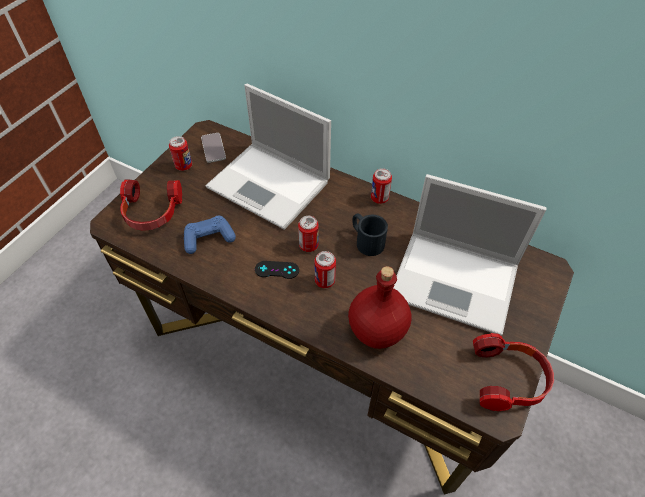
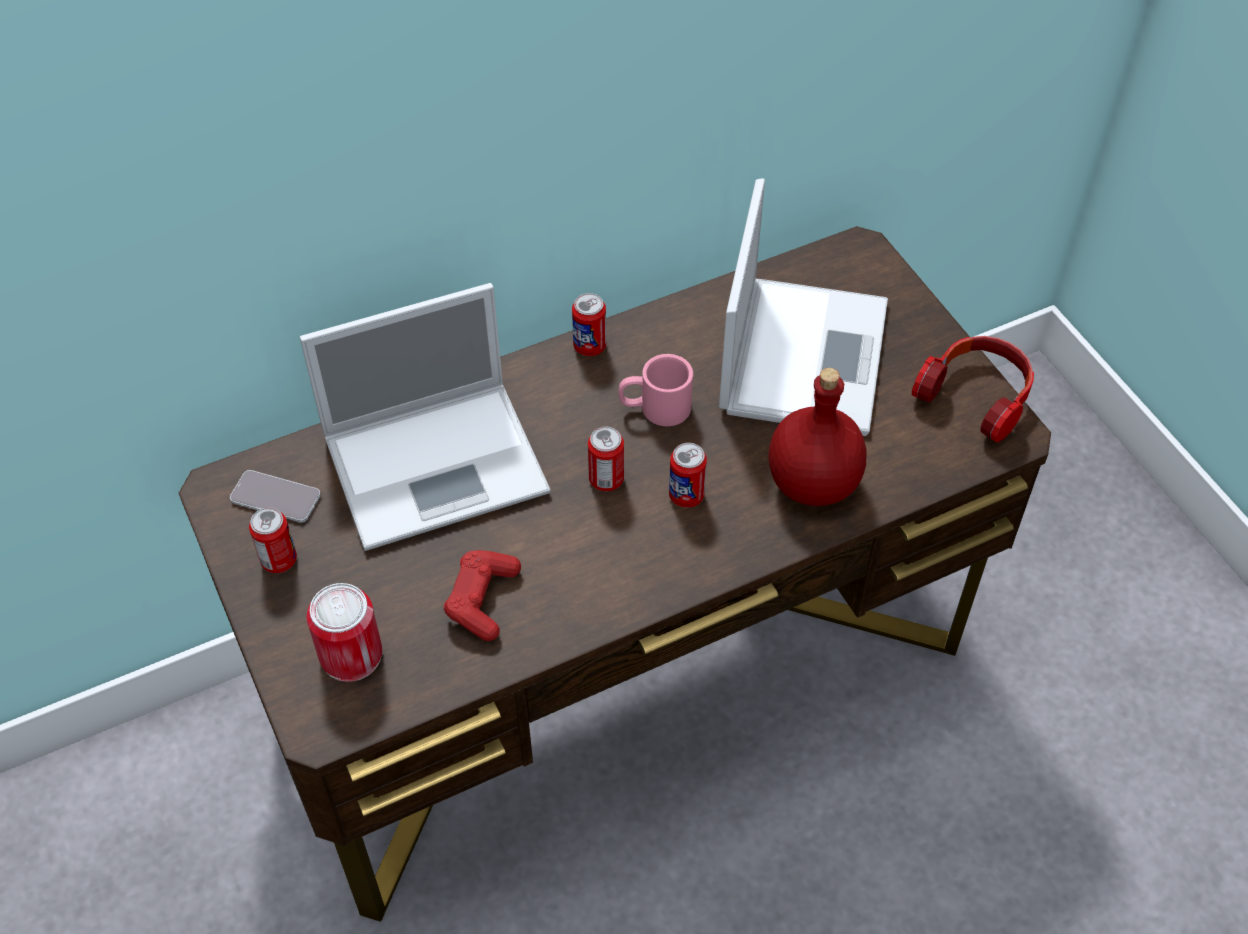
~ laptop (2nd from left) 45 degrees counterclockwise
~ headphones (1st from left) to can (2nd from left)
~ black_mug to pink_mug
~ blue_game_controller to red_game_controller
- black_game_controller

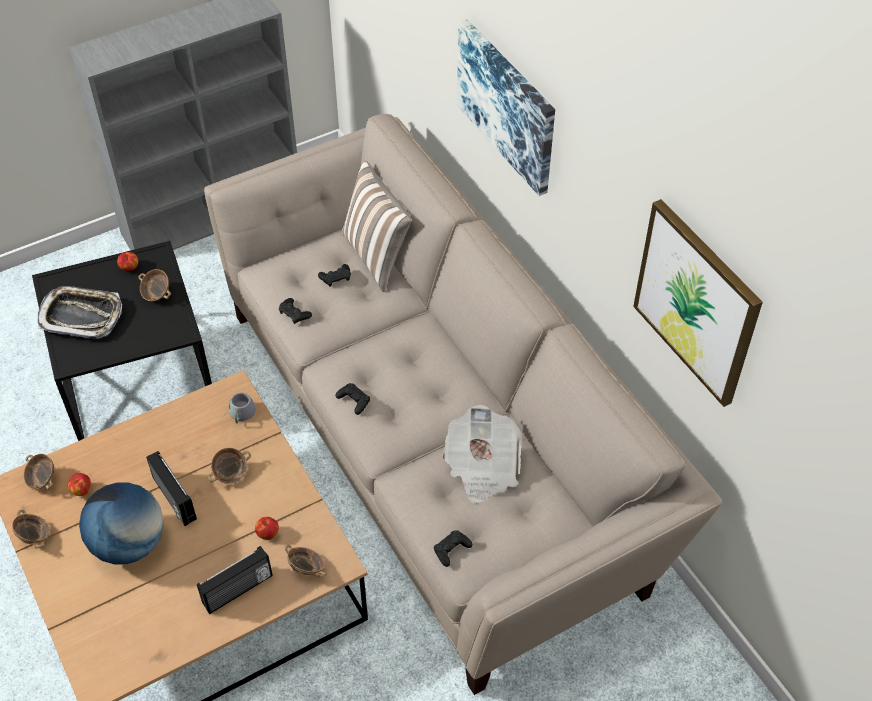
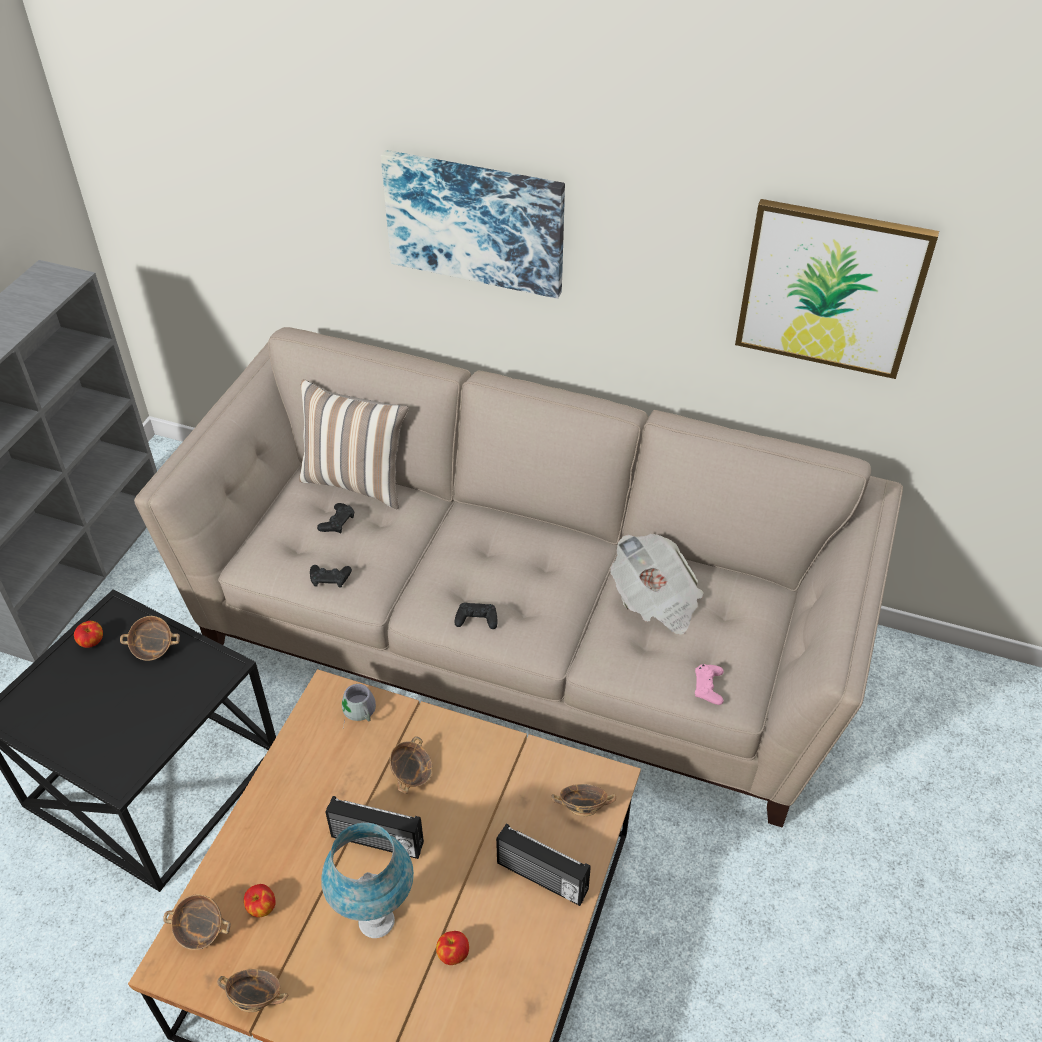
- tray
~ globe to blue_table_lamp
~ apple (3rd from left)
~ black_game_controller (4th from left) to pink_game_controller
~ radio (2nd from left) 105 degrees clockwise

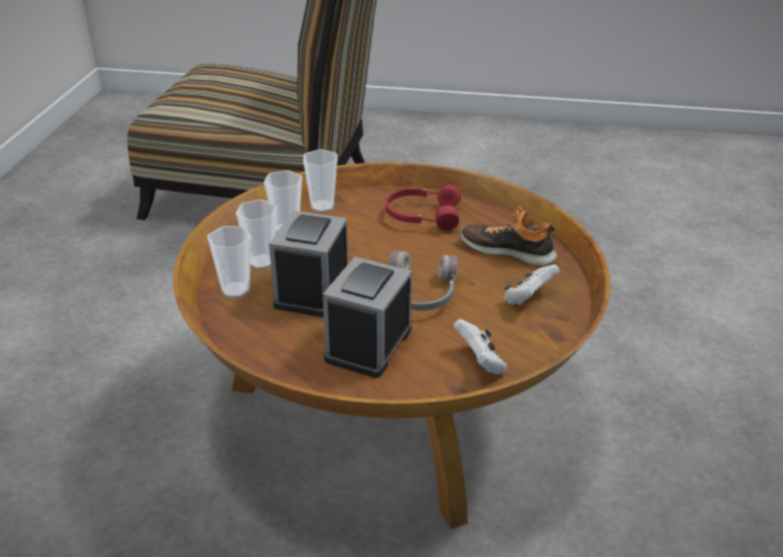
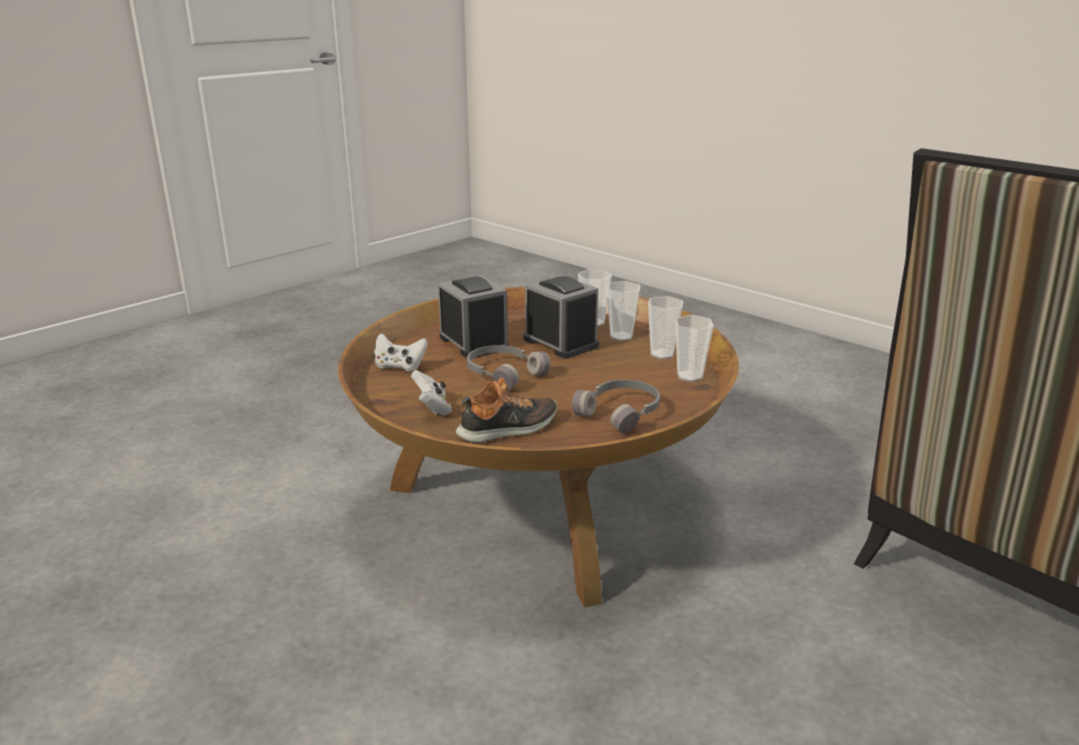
~ red_headphones to grey_headphones (2nd from left)

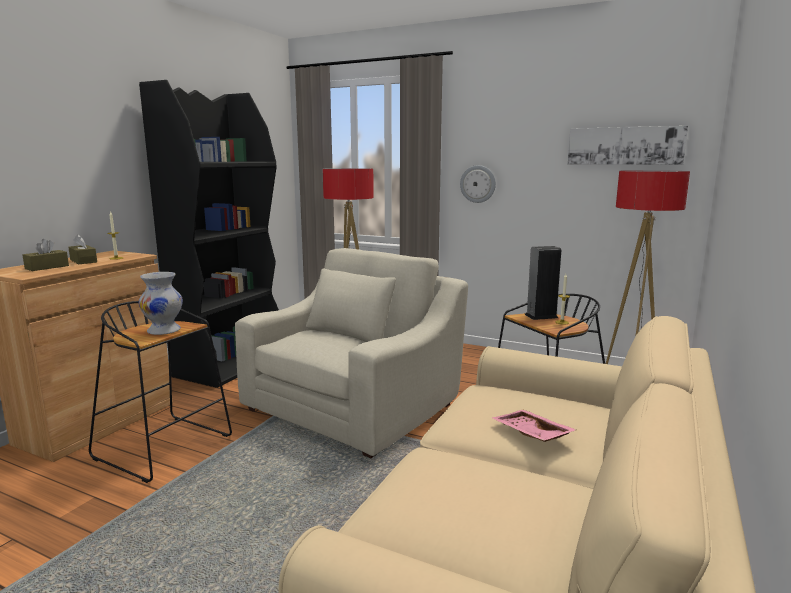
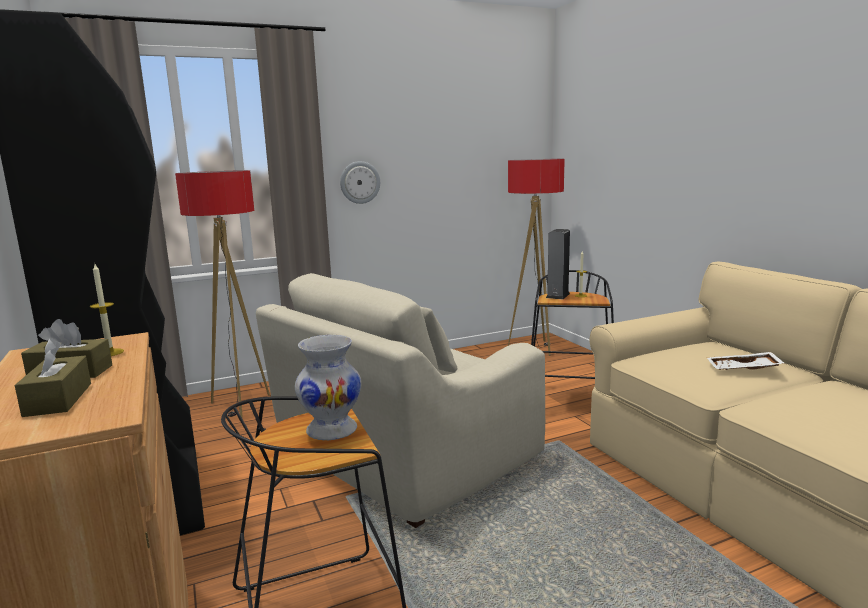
- picture
~ beige_armchair 120 degrees counterclockwise
~ pink_tray to white_tray

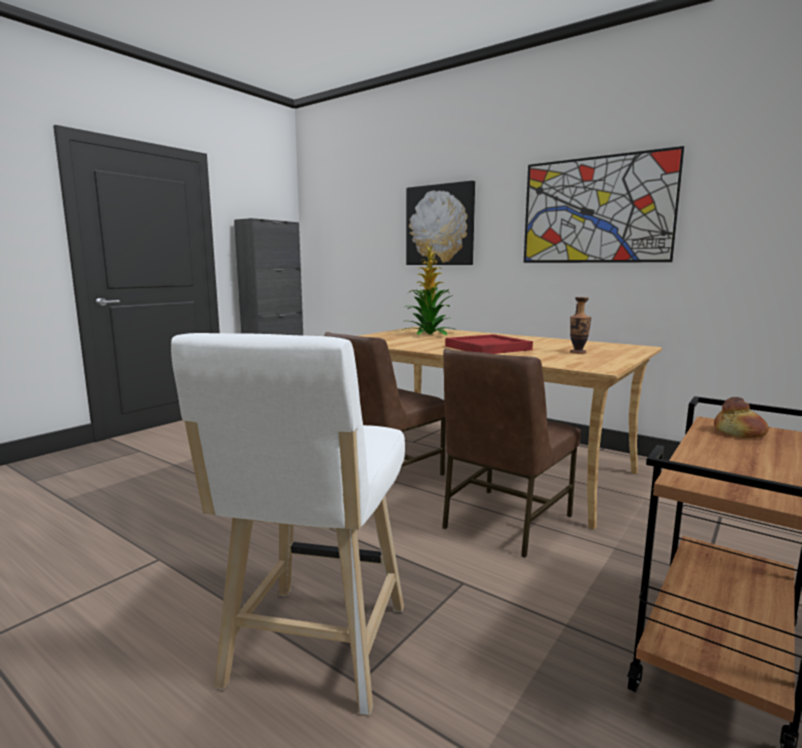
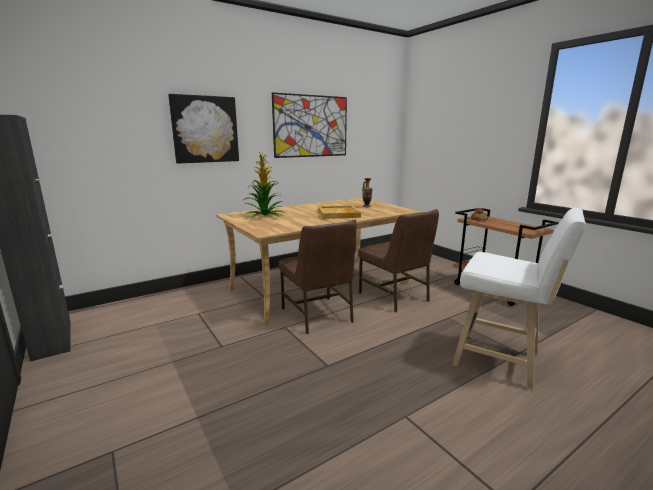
~ red_tray to beige_tray

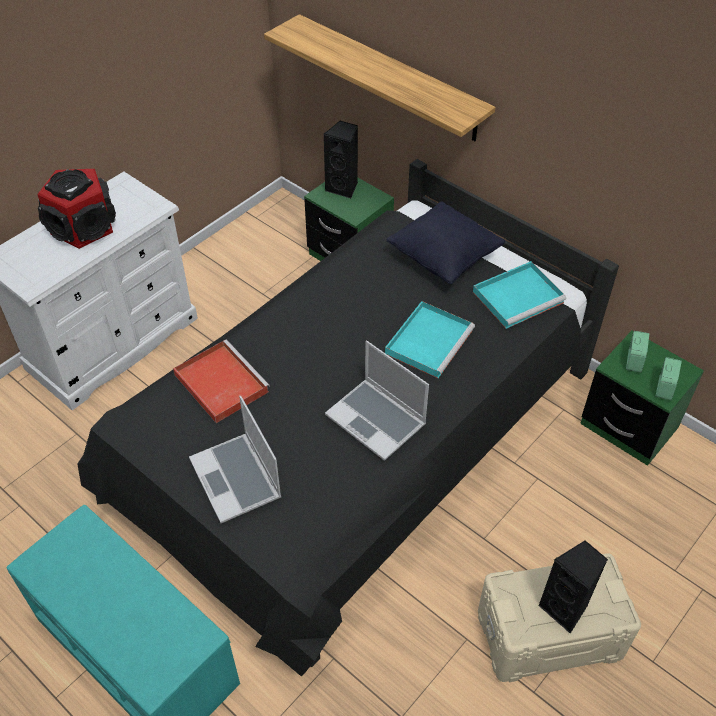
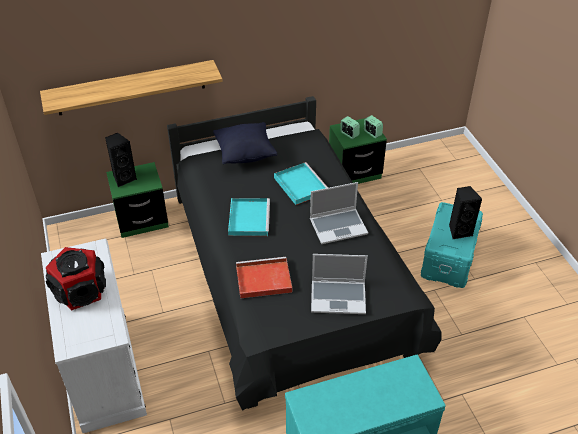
~ turquoise_tray (2nd from left in the first image) to turquoise_tray (1st from left)
~ beige_storage_box to turquoise_storage_box

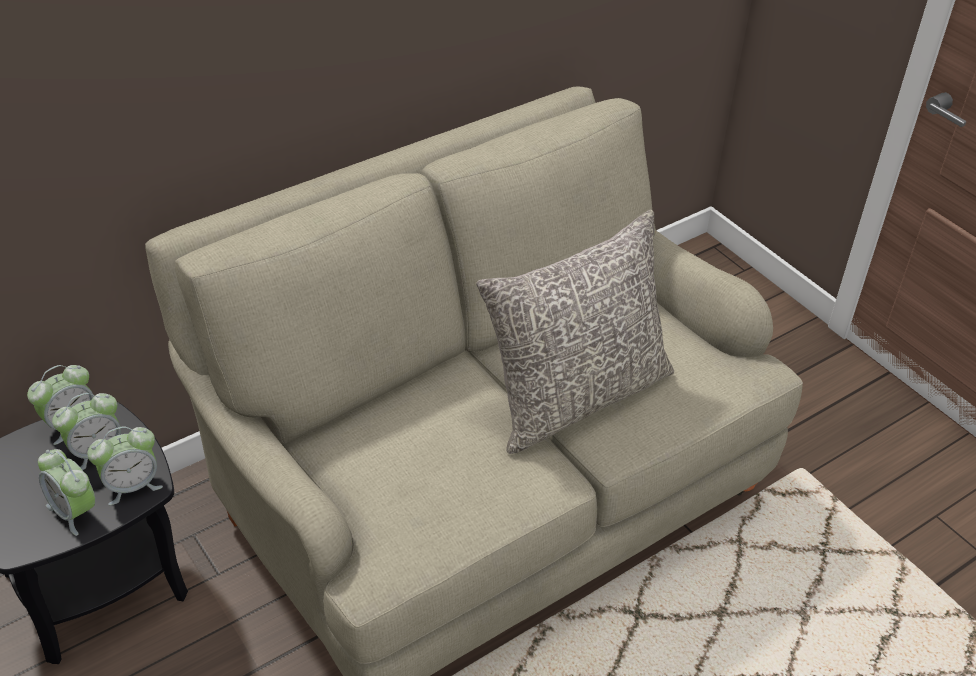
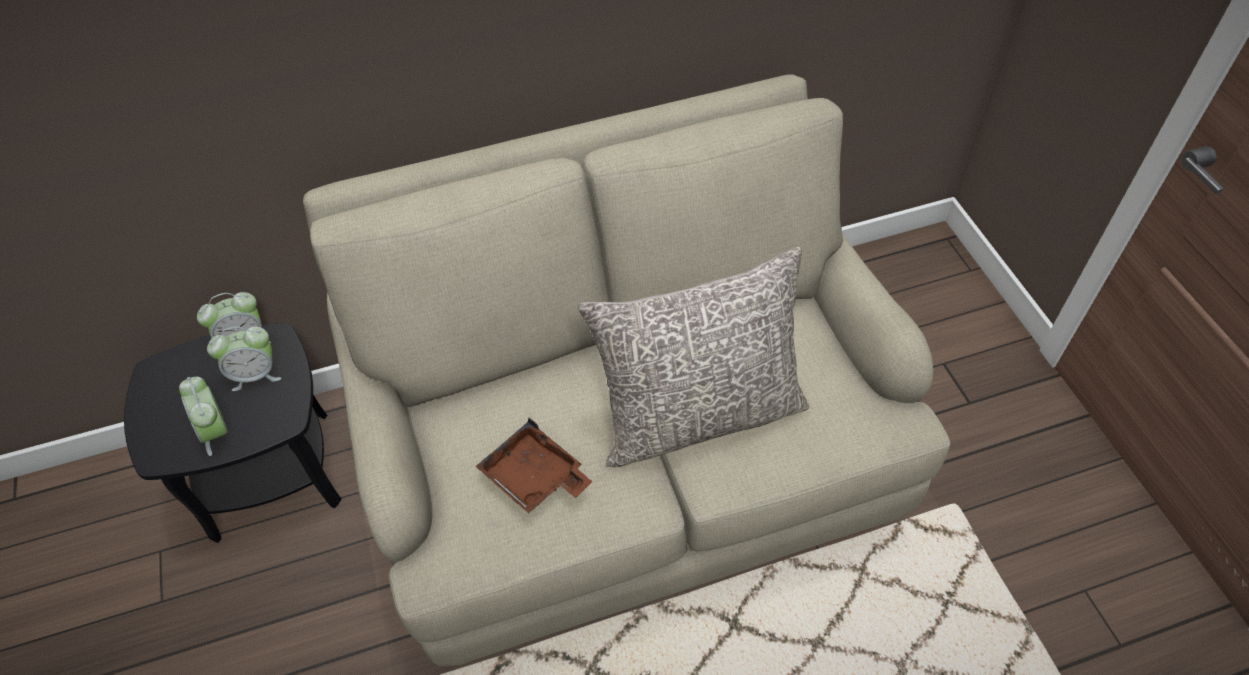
- alarm_clock (4th from left)
+ brown_tray

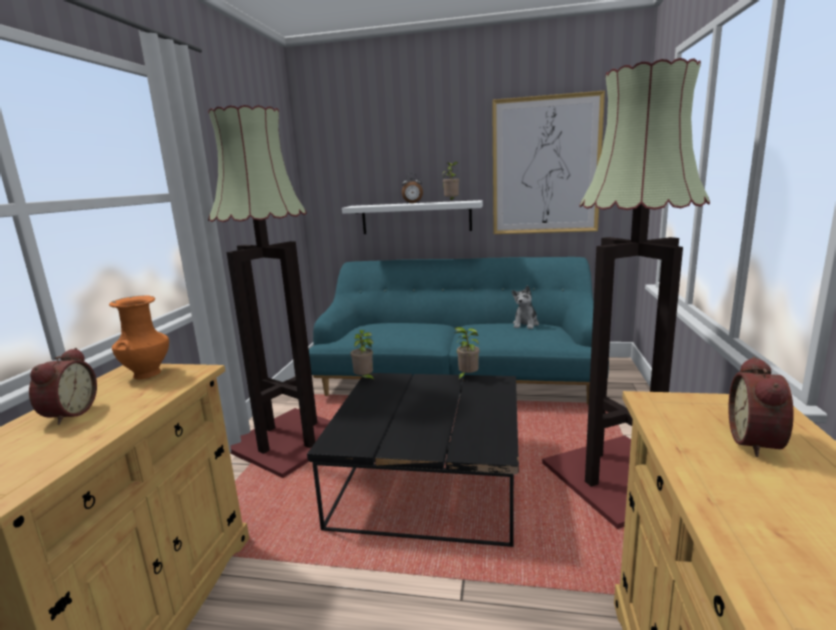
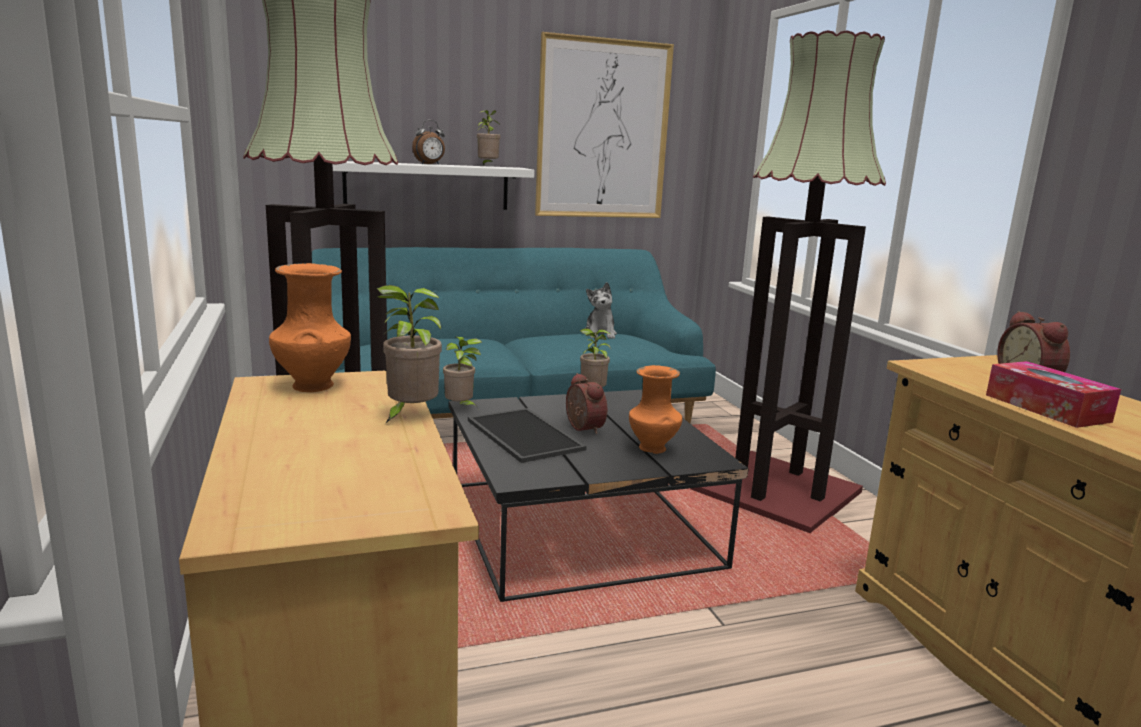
~ alarm_clock (1st from left in the first image) to alarm_clock (2nd from left)
+ potted_plant (1st from left)
+ tissue_box
+ orange_vase (2nd from left)
+ tray

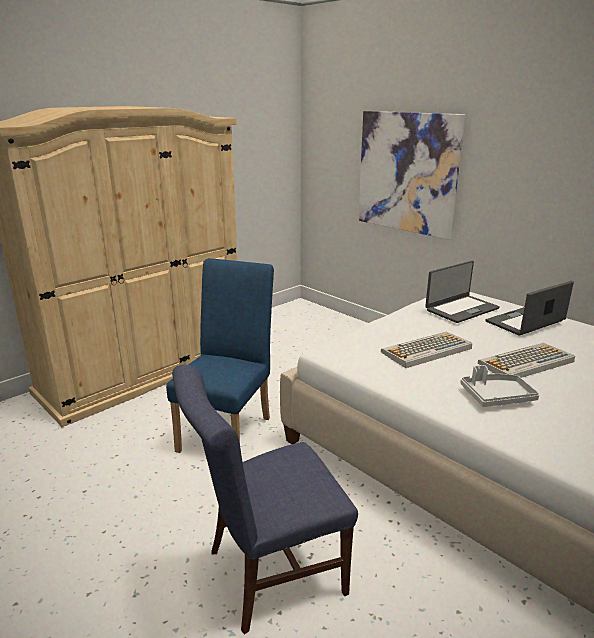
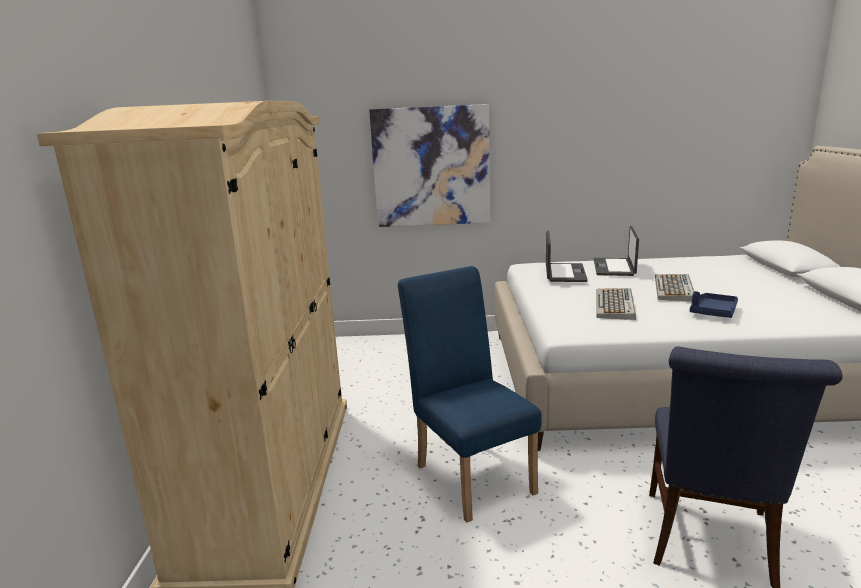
~ grey_tray to blue_tray

